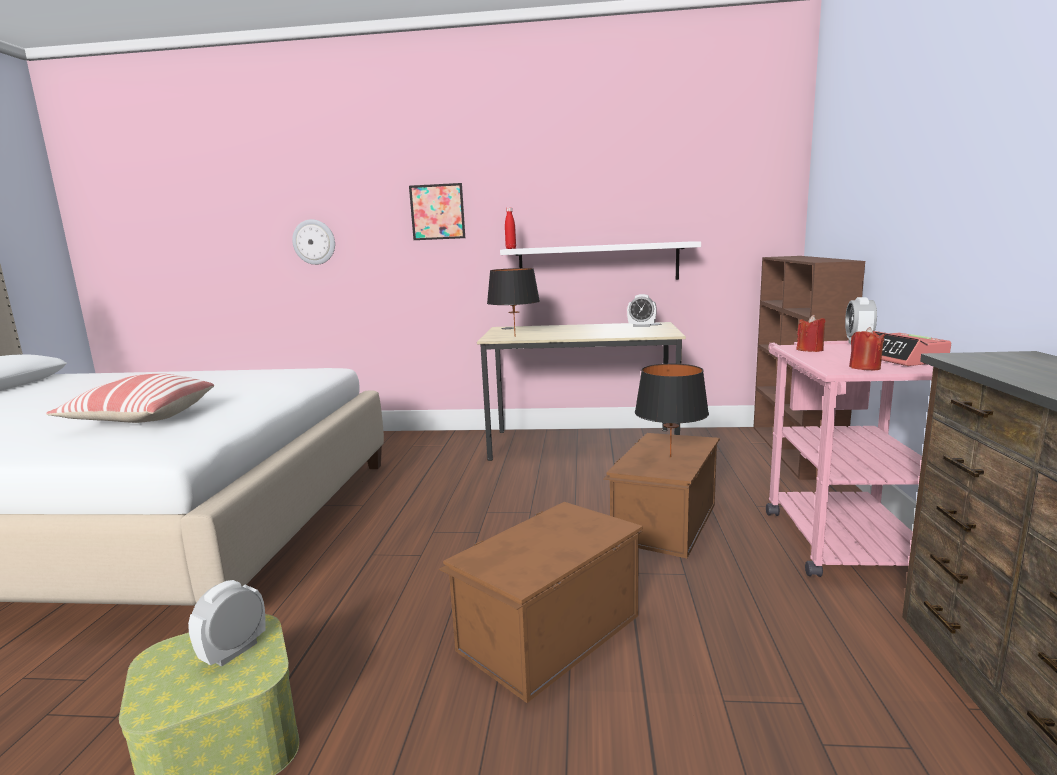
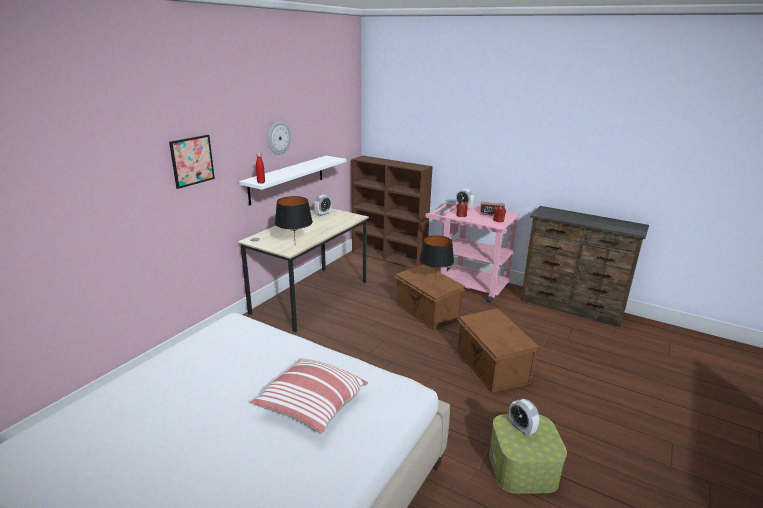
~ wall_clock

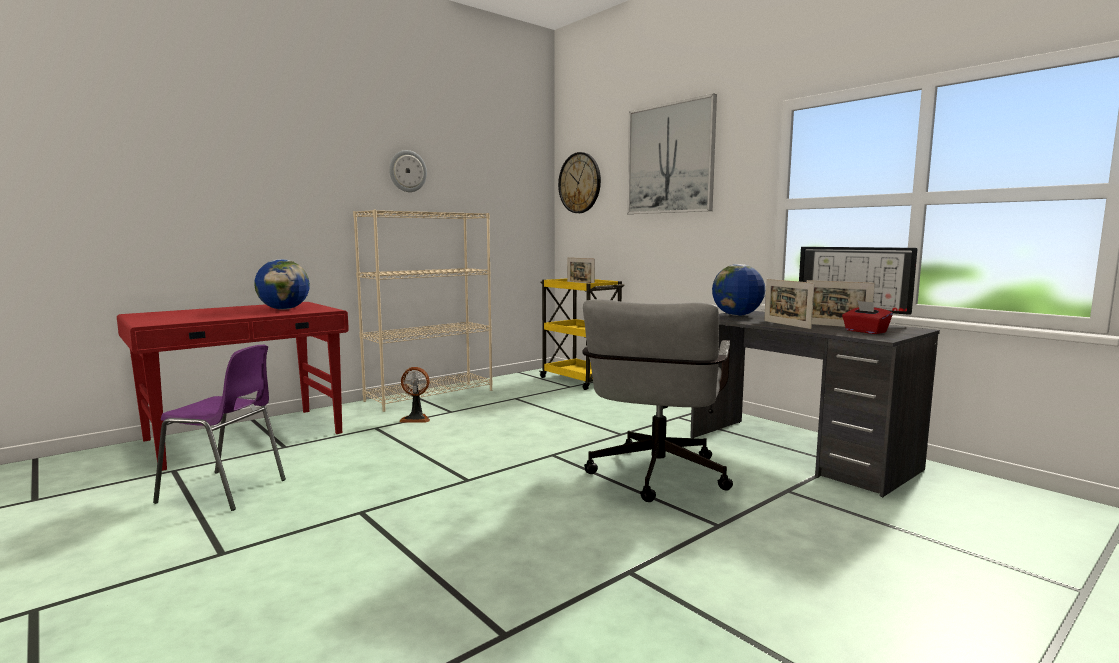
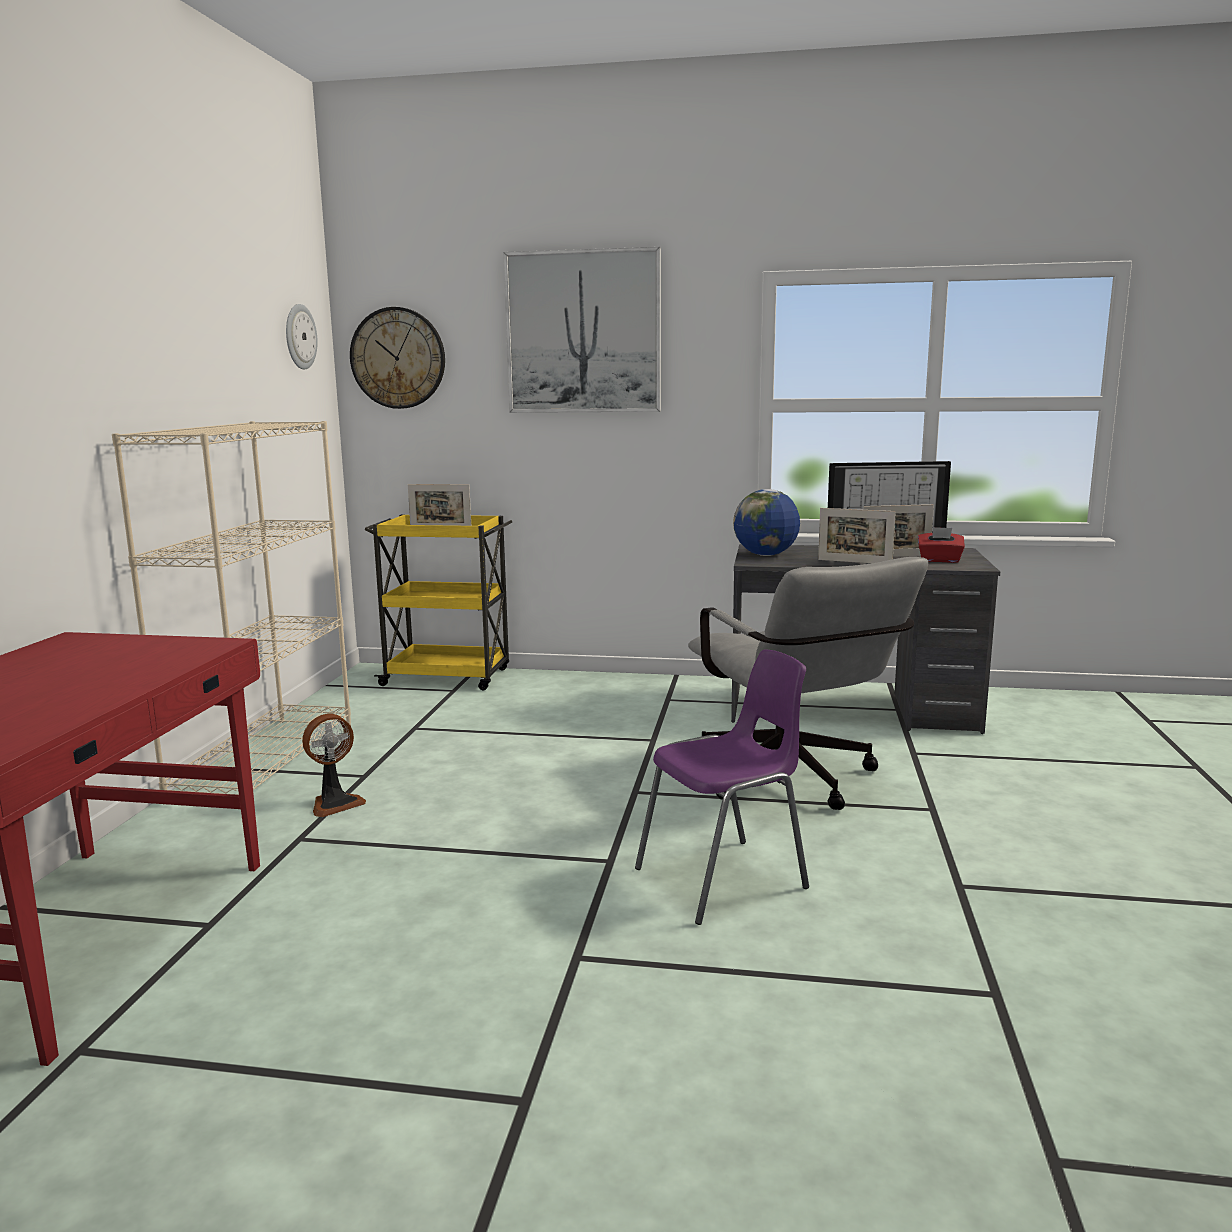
~ wall_clock (1st from left)
- globe (1st from left)
~ purple_chair

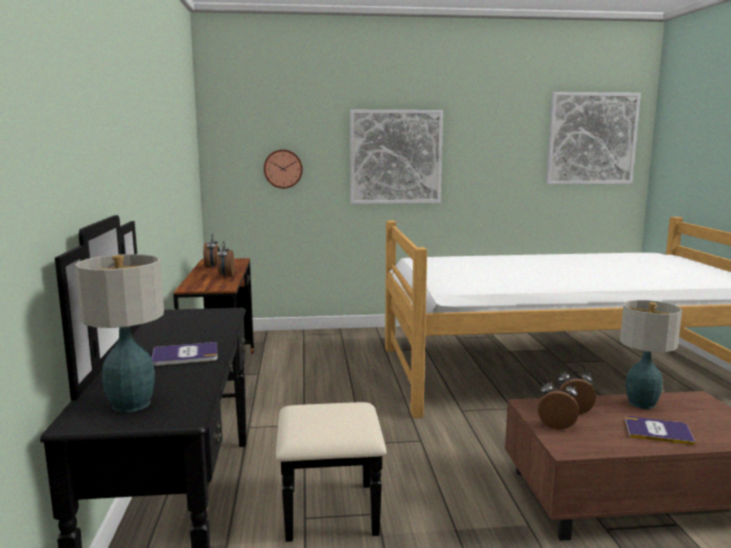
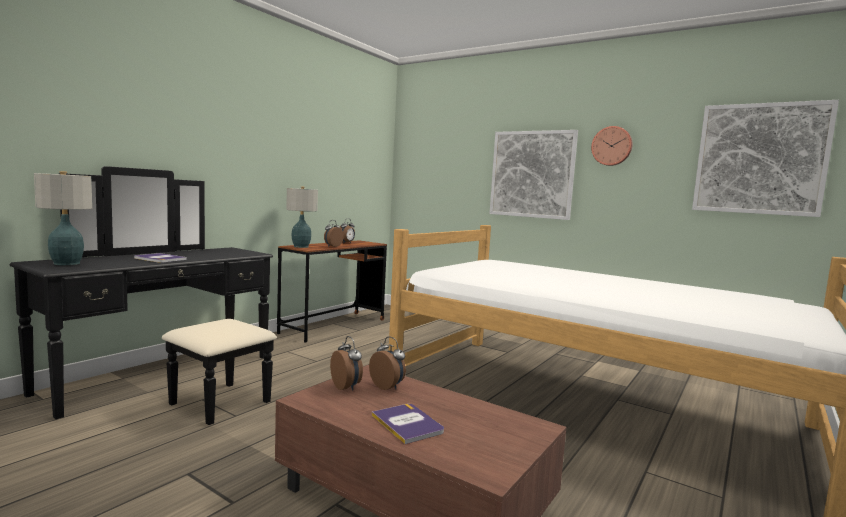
~ wall_clock
~ table_lamp (2nd from left)

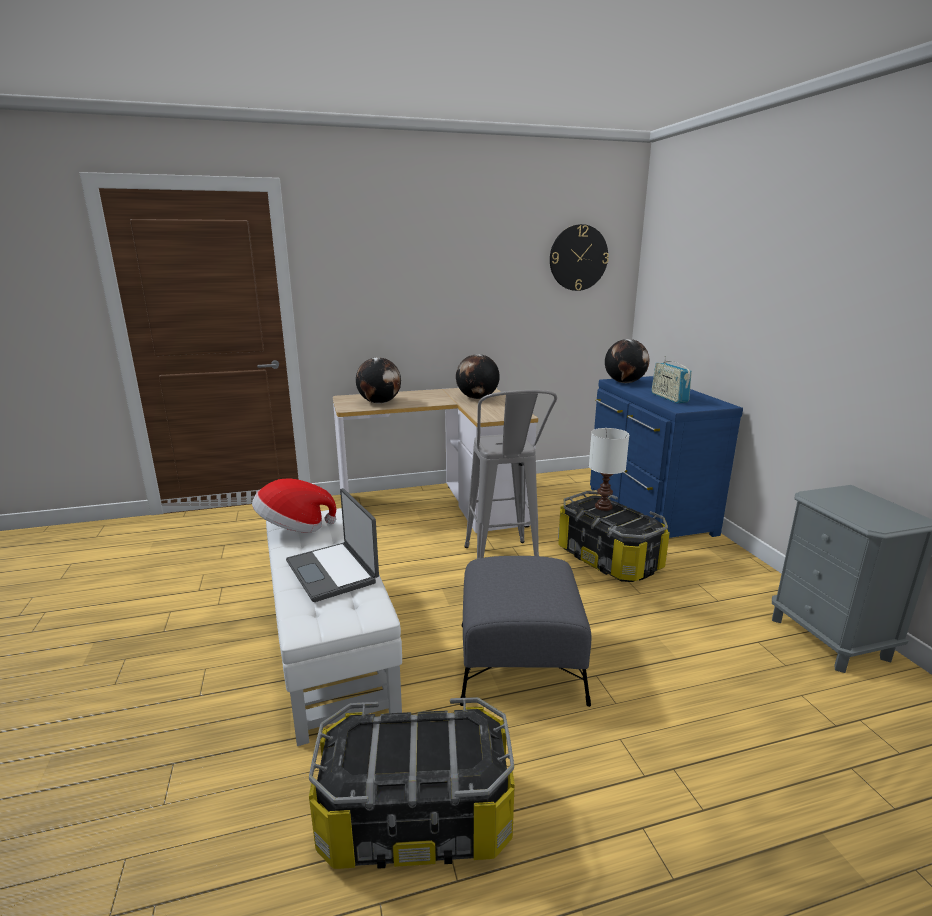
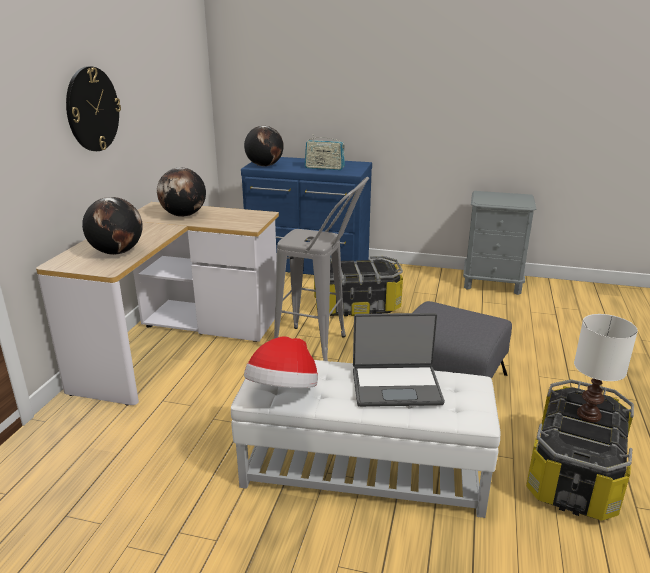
~ wall_clock
~ white_table_lamp

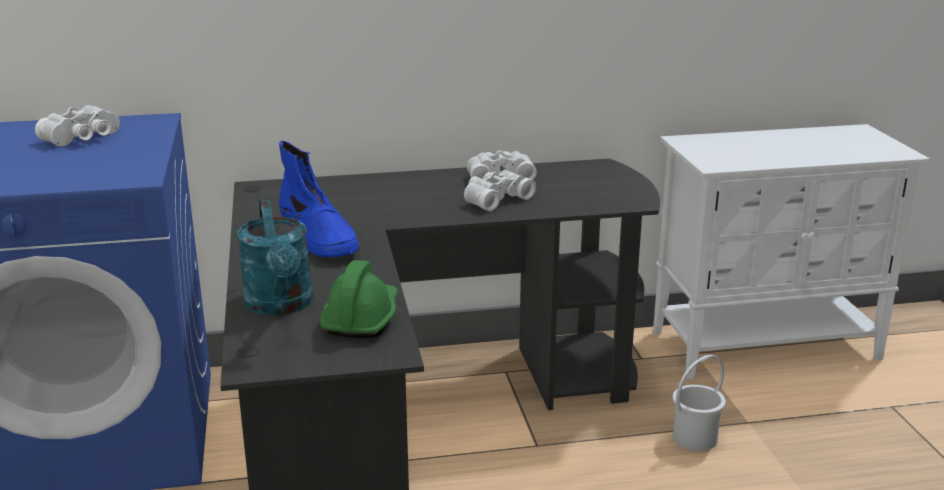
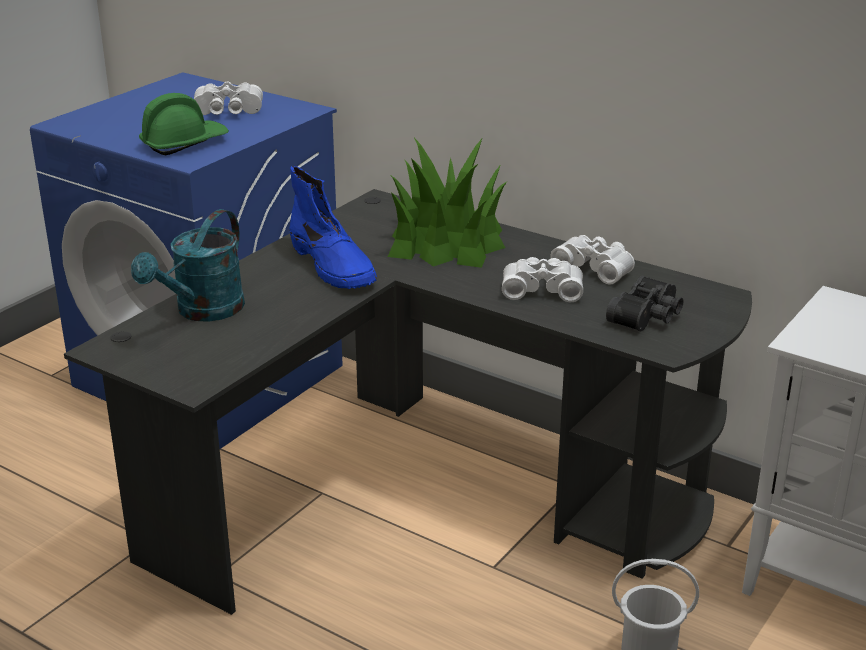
~ blue_boot 45 degrees counterclockwise
~ green_hard_hat
+ potted_plant
+ black_binoculars

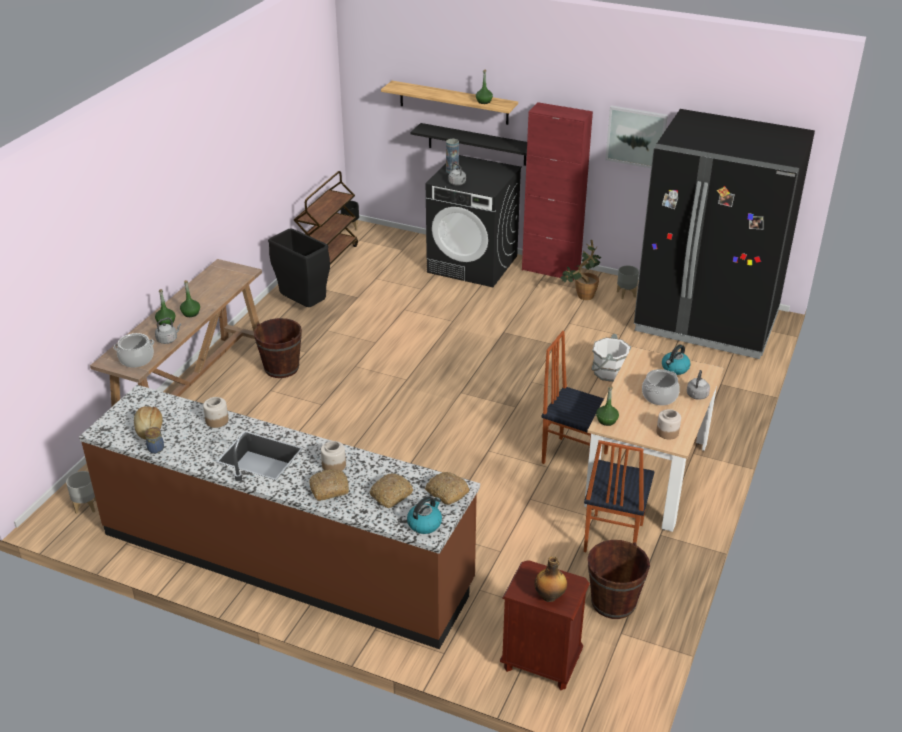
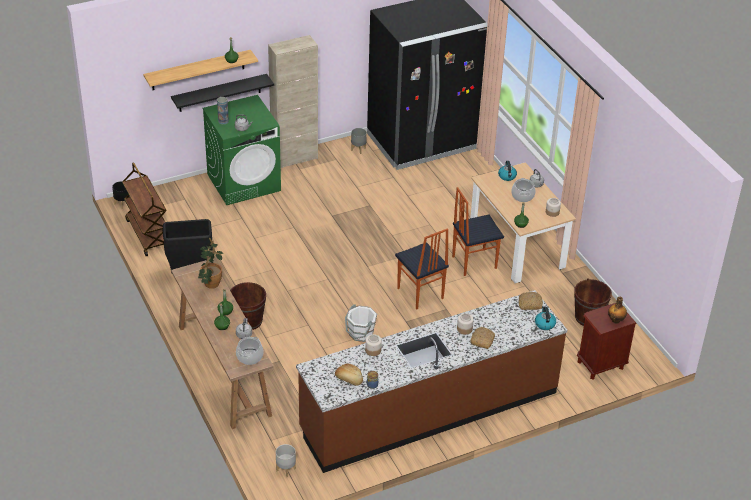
~ red_cabinet to beige_cabinet
- picture
~ black_washing_machine to green_washing_machine
~ potted_plant
~ white_bucket
~ chair (2nd from left in the first image) to chair (1st from left)
- bread (3rd from left)

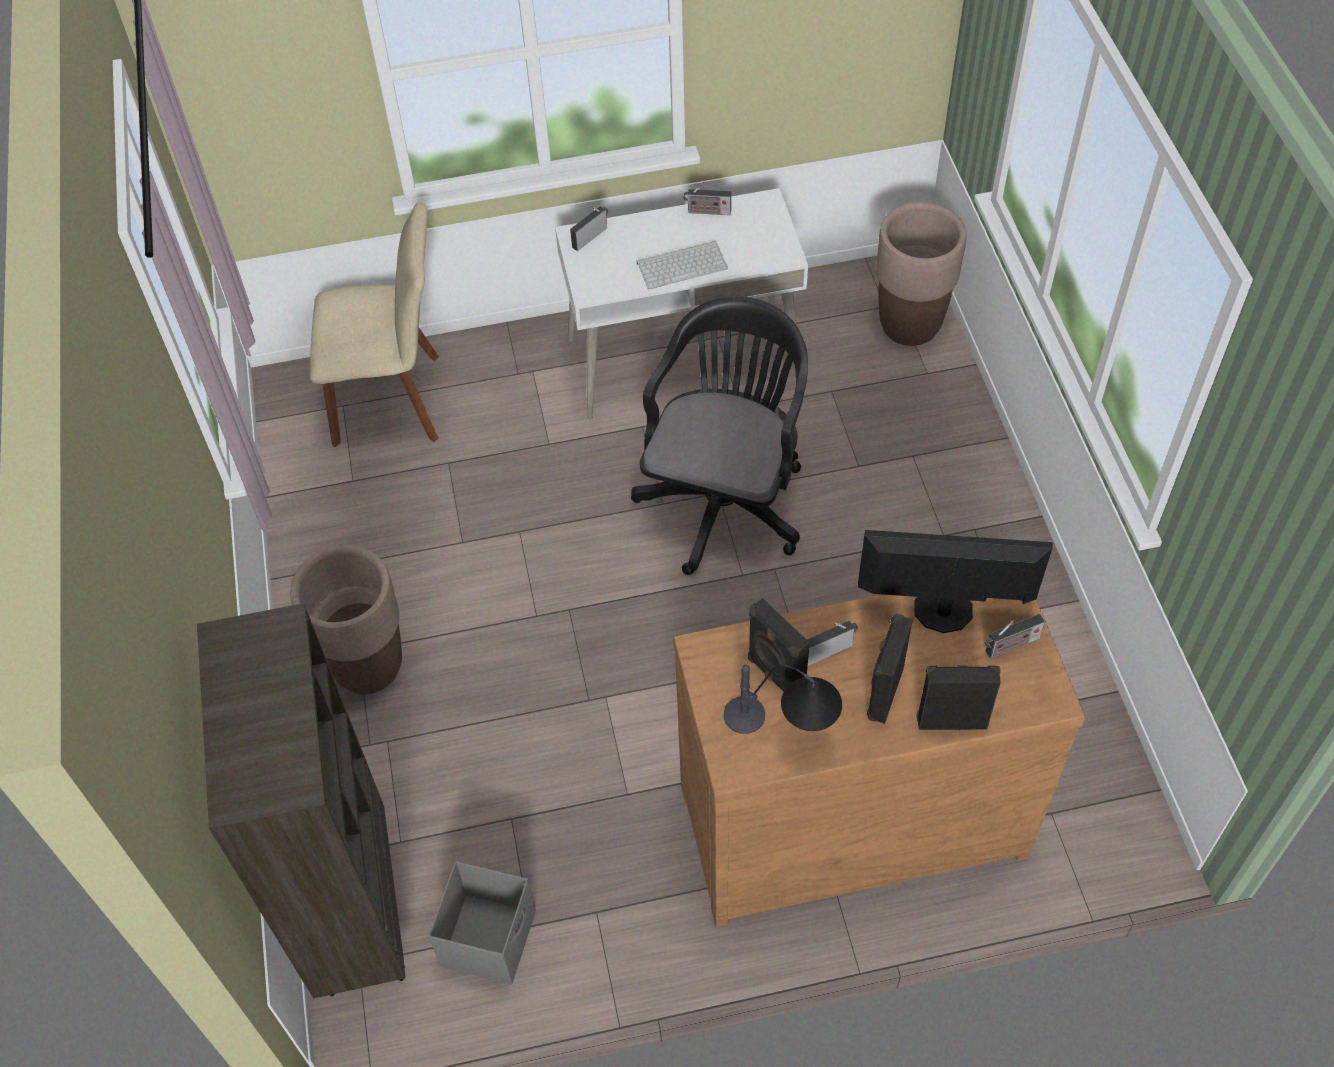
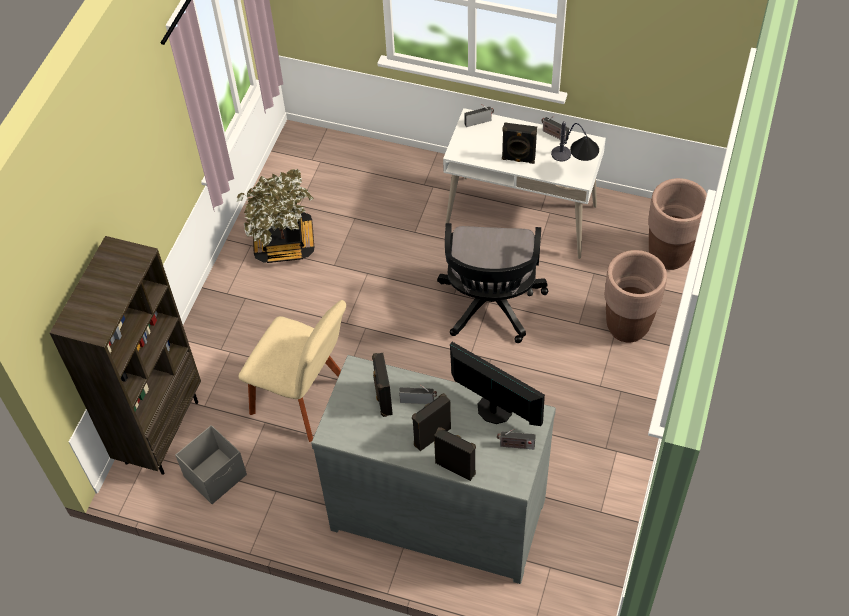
~ beige_chair
~ keyboard to black_speaker (4th from left)
~ black_office_chair 135 degrees clockwise
~ brown_planter (1st from left)
~ brown_dresser to grey_dresser
~ table_lamp
+ potted_plant

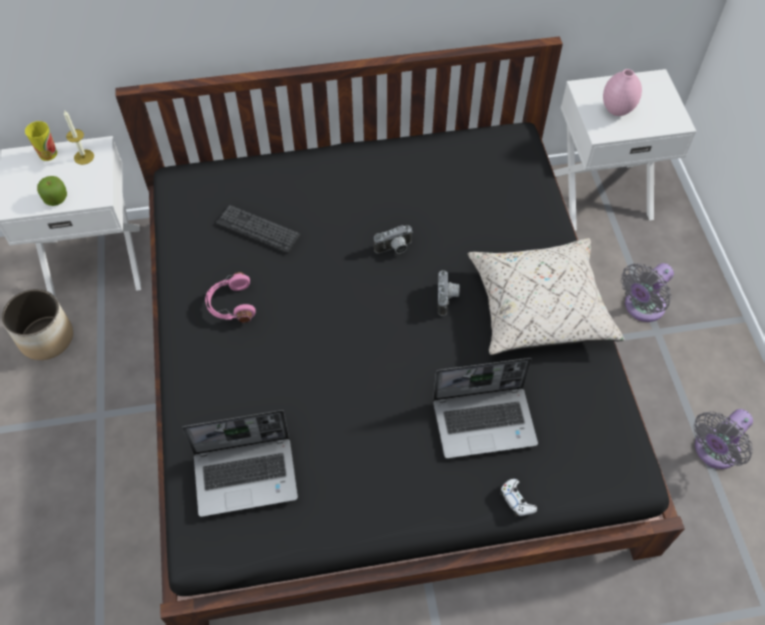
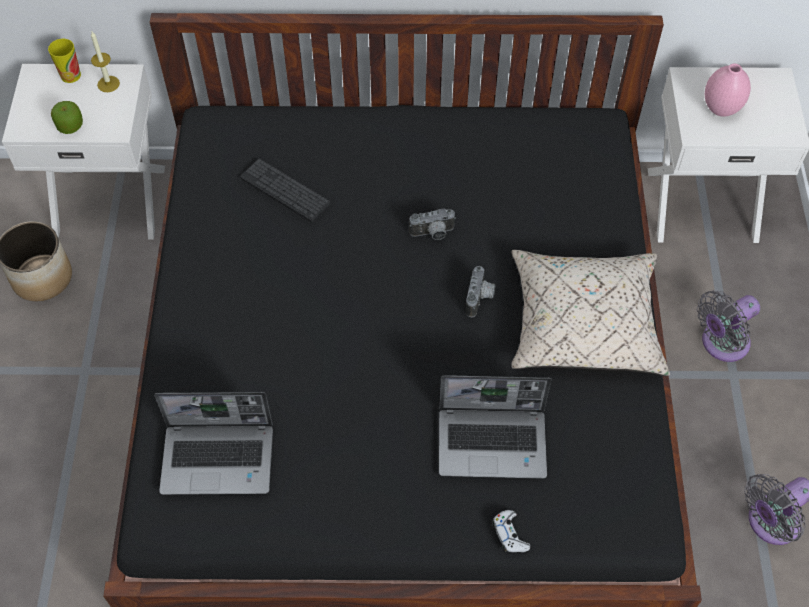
- pink_headphones

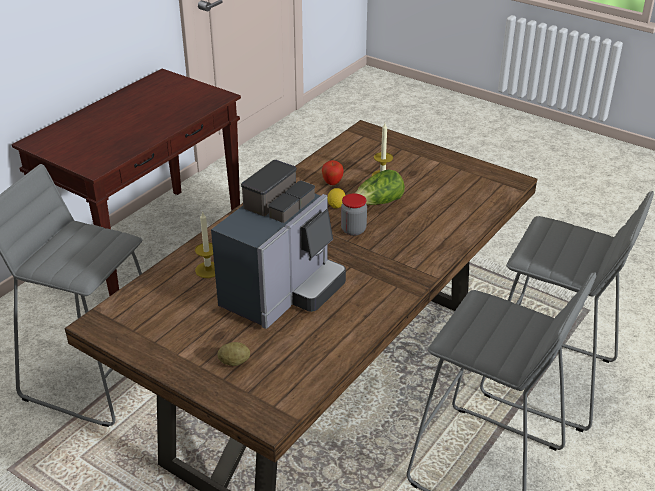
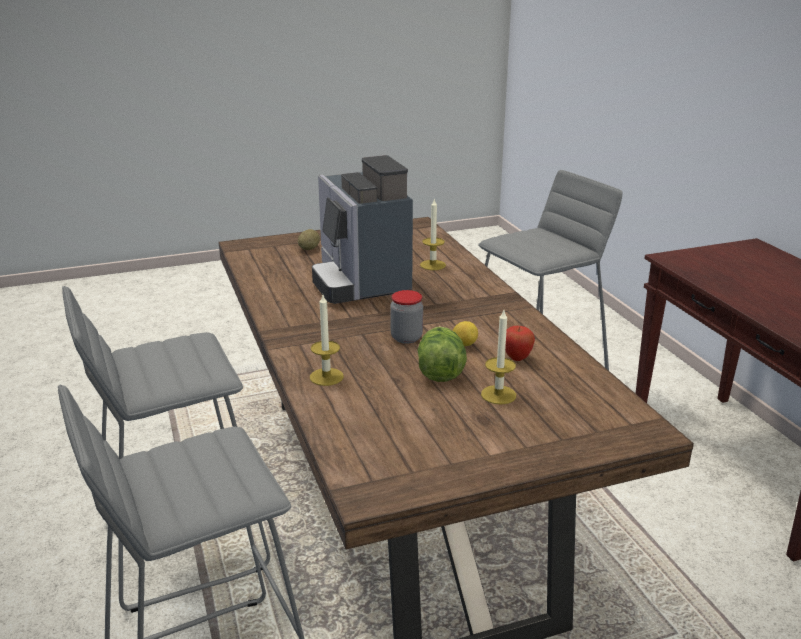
+ candle (1st from left)

